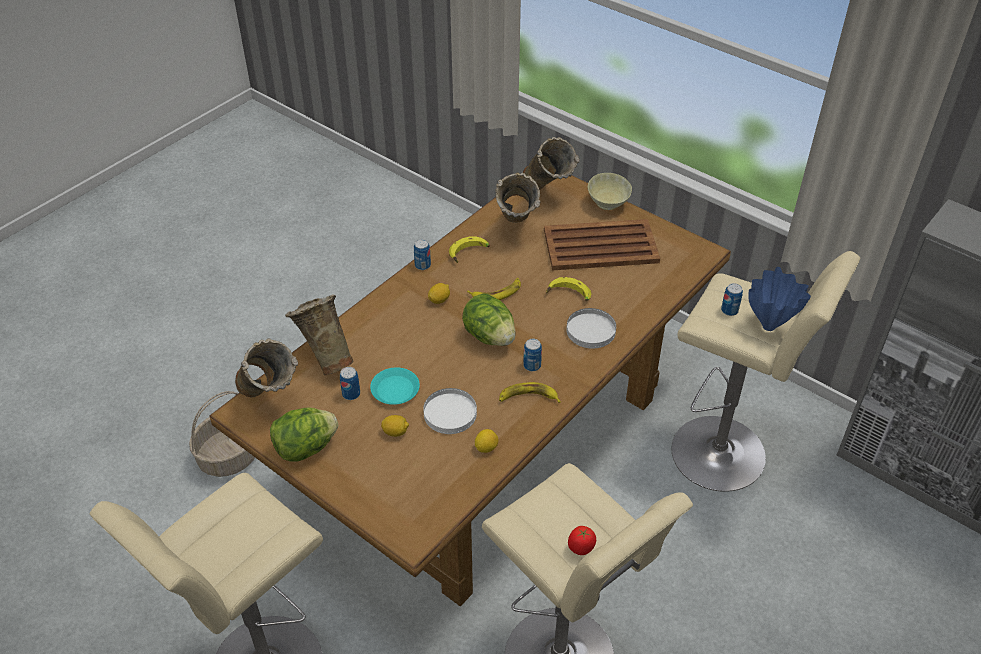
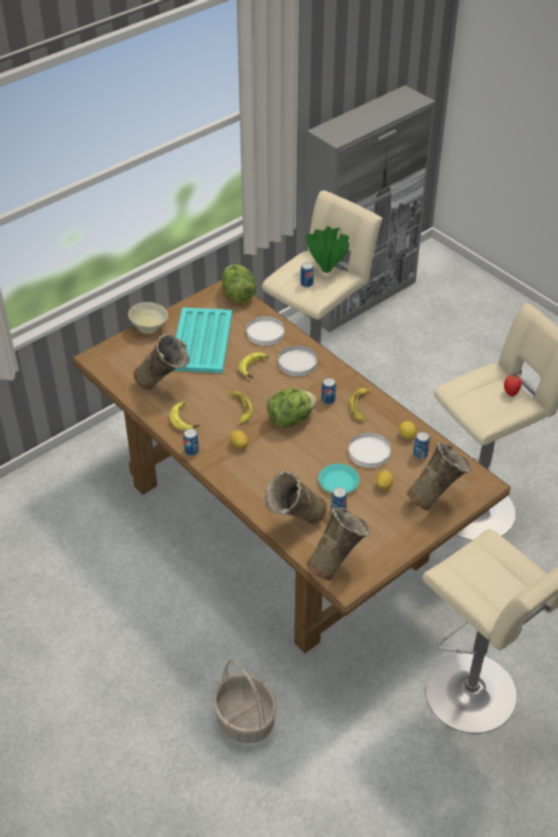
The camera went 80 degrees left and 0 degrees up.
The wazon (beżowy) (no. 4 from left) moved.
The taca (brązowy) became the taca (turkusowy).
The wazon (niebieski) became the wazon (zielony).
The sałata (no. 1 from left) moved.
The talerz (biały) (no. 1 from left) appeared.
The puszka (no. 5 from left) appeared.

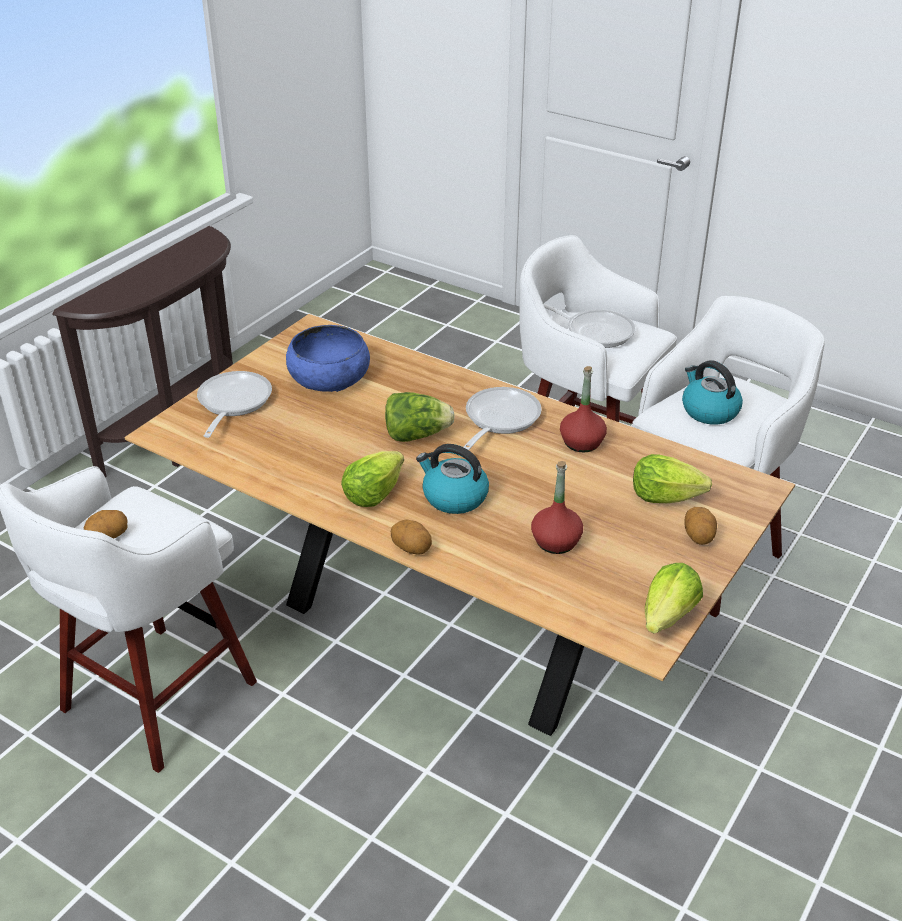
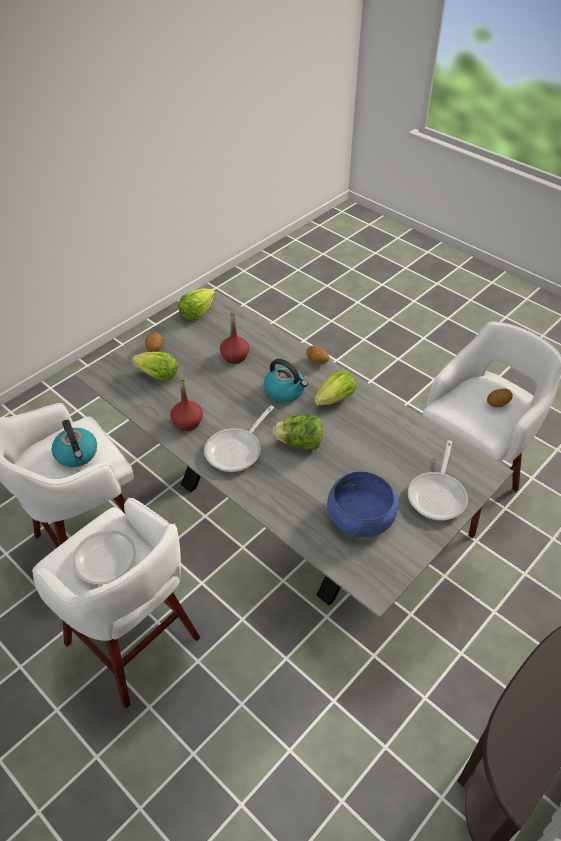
The camera went 170 degrees left and 10 degrees up.
The stół jadalny (brązowy) became the stół jadalny (szary).

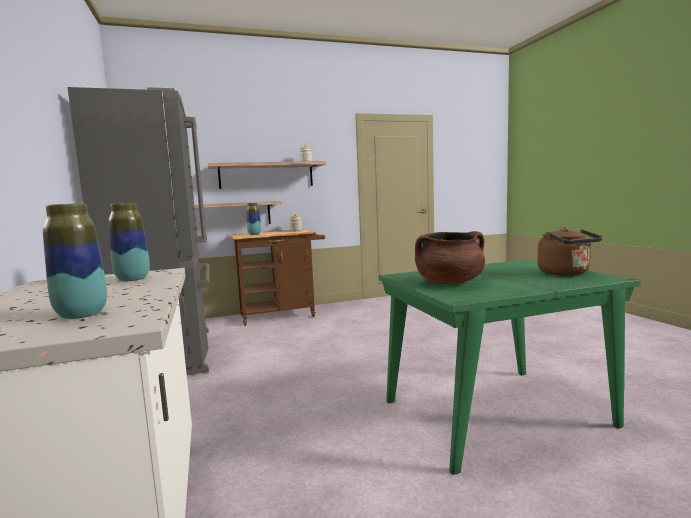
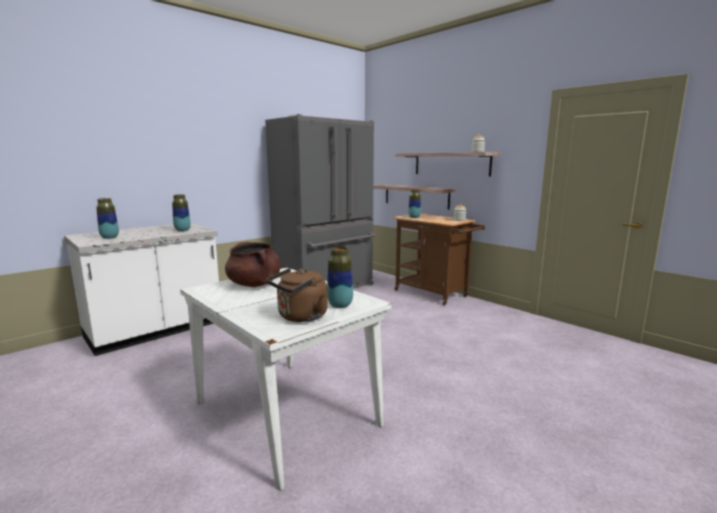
The camera went 65 degrees right and 5 degrees up.
The stół jadalny (zielony) became the stół jadalny (biały).
The wazon (no. 3 from left) appeared.

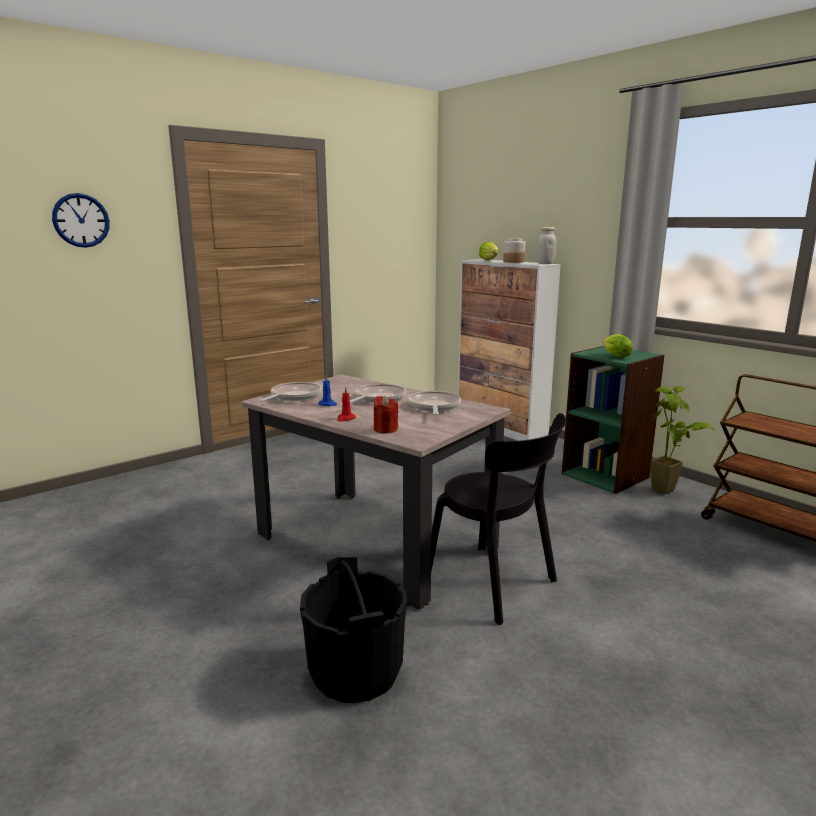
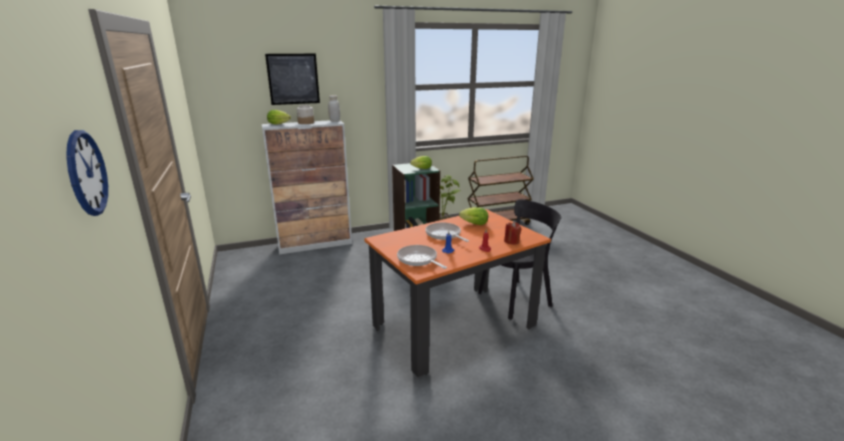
The camera went 70 degrees left and 5 degrees up.
The stół jadalny (beżowy) became the stół jadalny (pomarańczowy).
The patelnia (no. 3 from left) was replaced by the sałata (no. 3 from left).
The wiadro (czarny) disappeared.
The obraz appeared.

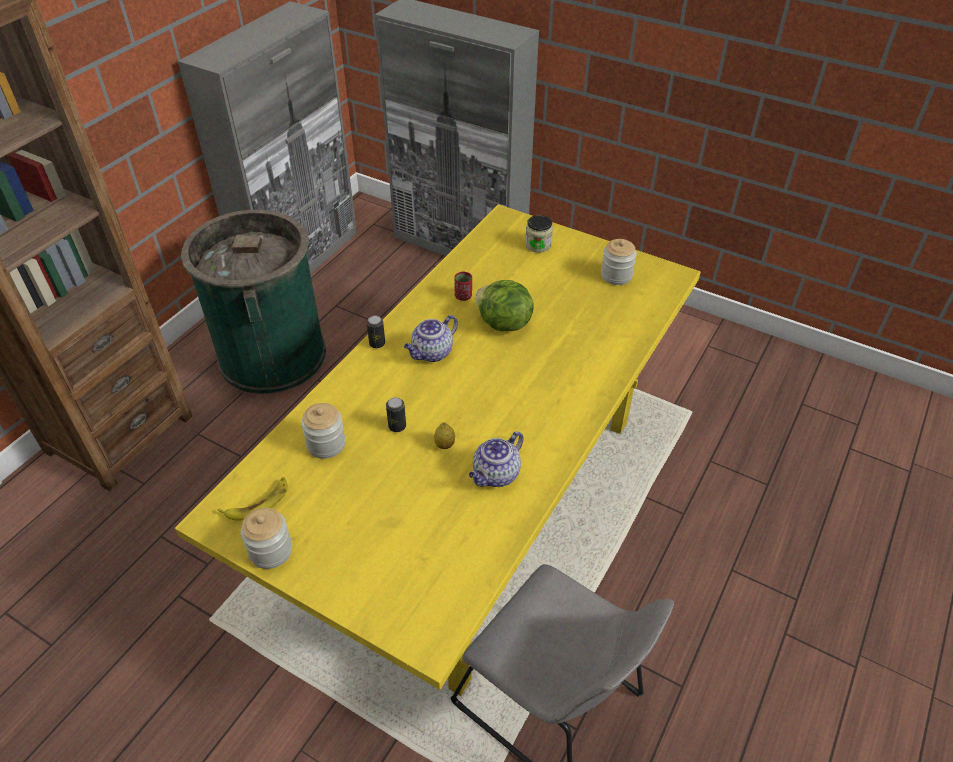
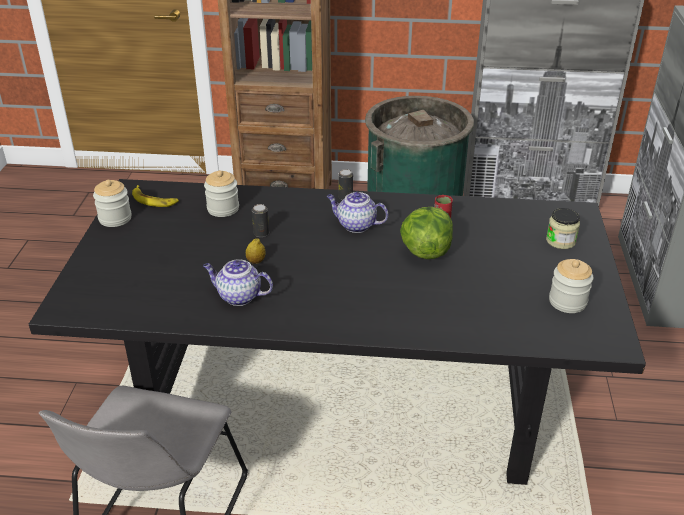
The camera went 65 degrees right and 10 degrees down.
The stół jadalny (żółty) became the stół jadalny (czarny).

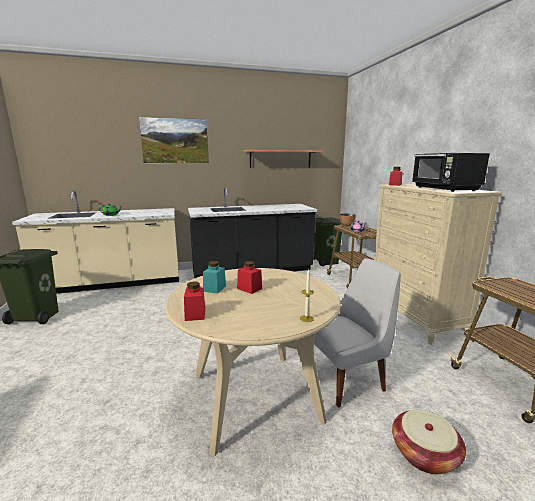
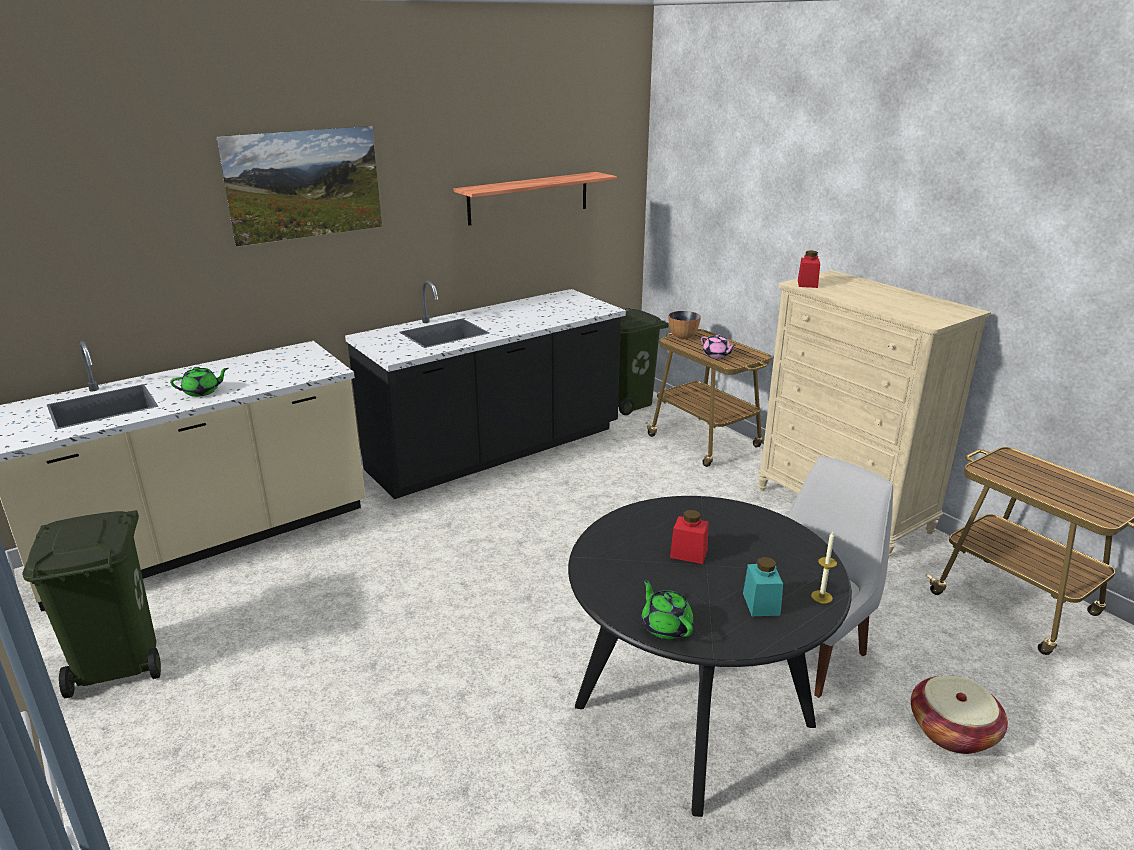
The camera went 20 degrees left and 10 degrees up.
The mikrofalówka (czarny) disappeared.
The słoik (turkusowy) moved.
The stół jadalny (beżowy) became the stół jadalny (czarny).
The słoik (czerwony) (no. 1 from left) was replaced by the imbryk (zielony) (no. 2 from left).

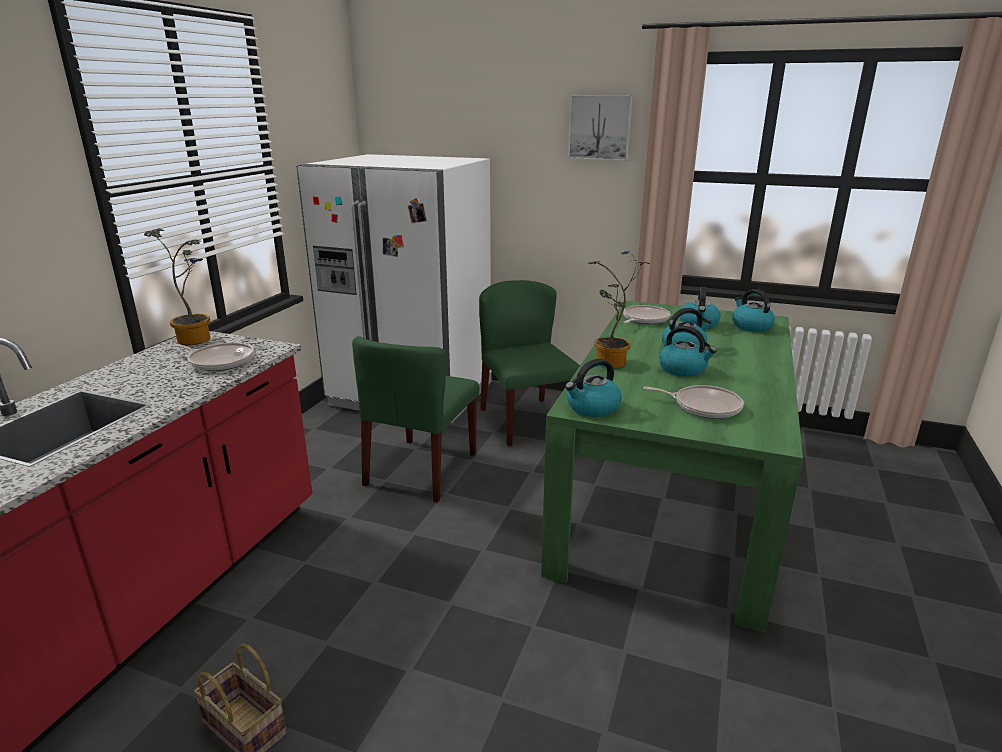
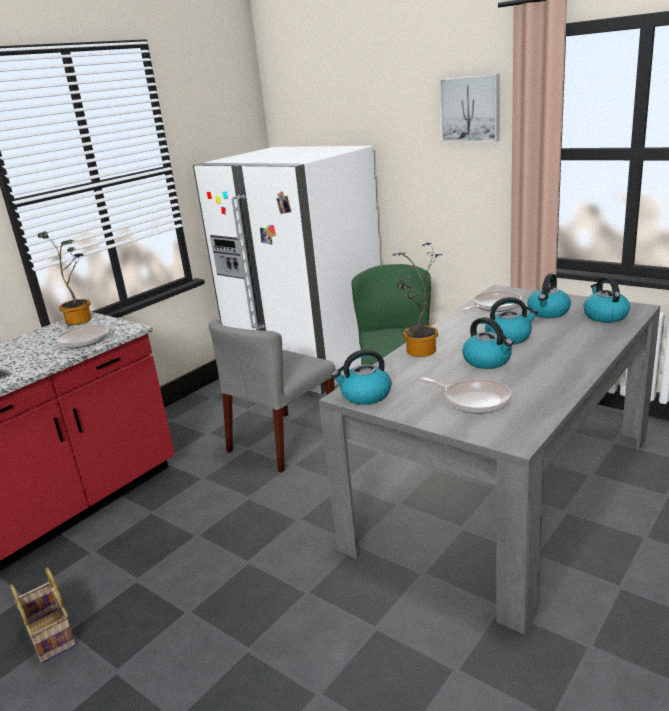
The camera went 20 degrees right and 0 degrees up.
The stół jadalny (zielony) became the stół jadalny (szary).
The krzesło (zielony) (no. 1 from left) became the krzesło (szary).

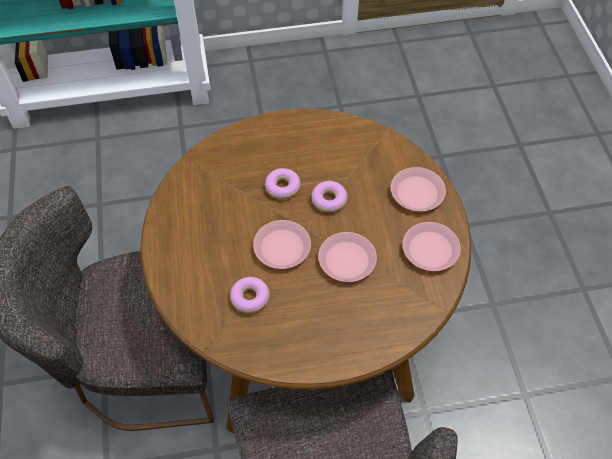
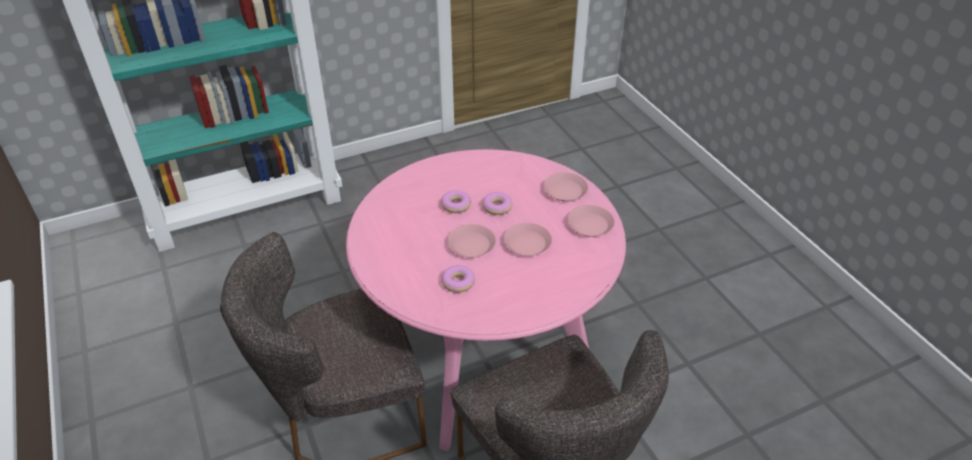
The camera went 15 degrees left and 15 degrees down.
The stół jadalny (brązowy) became the stół jadalny (różowy).

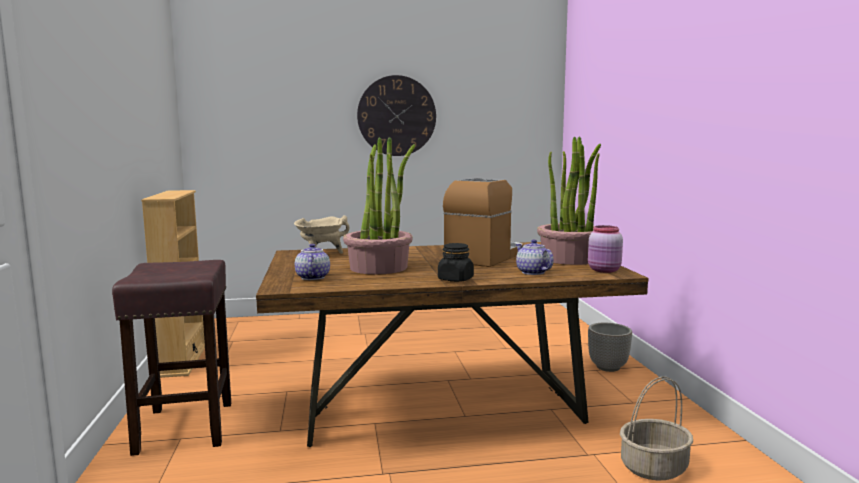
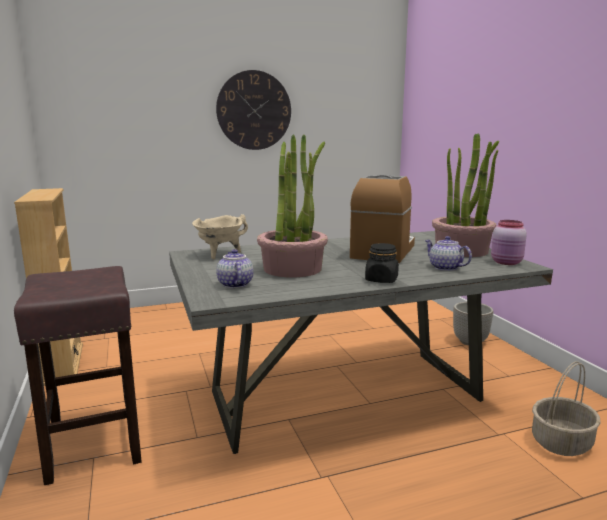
The camera went 10 degrees left and 5 degrees up.
The stół jadalny (brązowy) became the stół jadalny (szary).

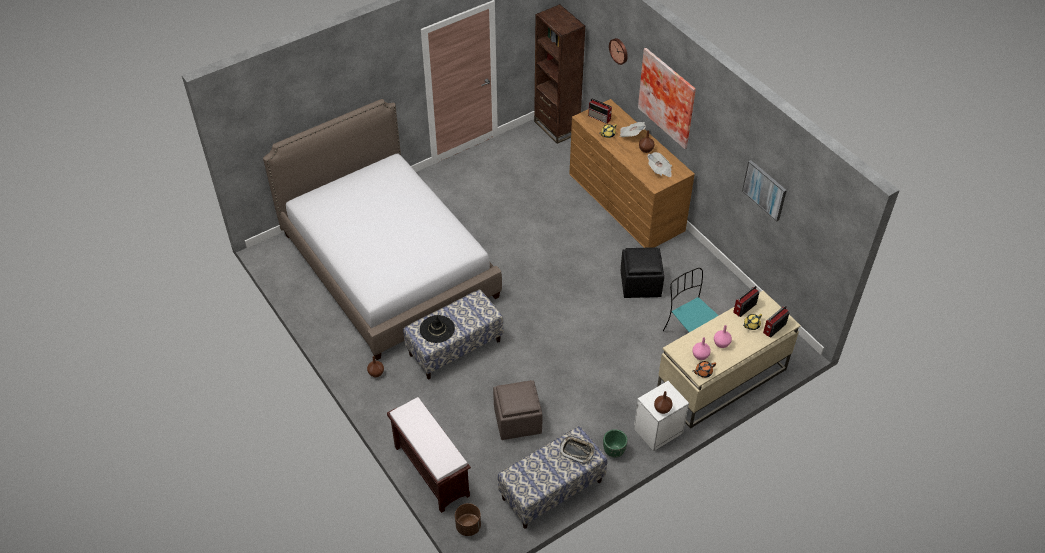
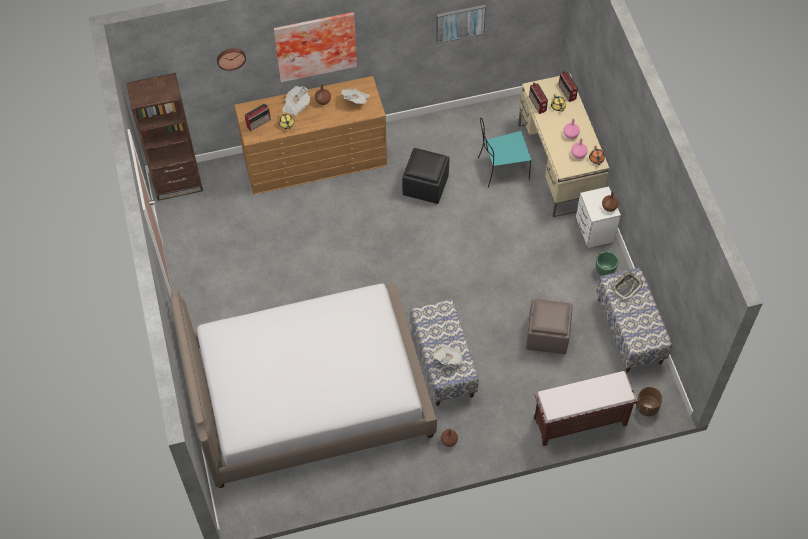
The camera went 70 degrees left and 10 degrees up.
The kapelusz (czarny) was replaced by the gazeta (no. 3 from left).

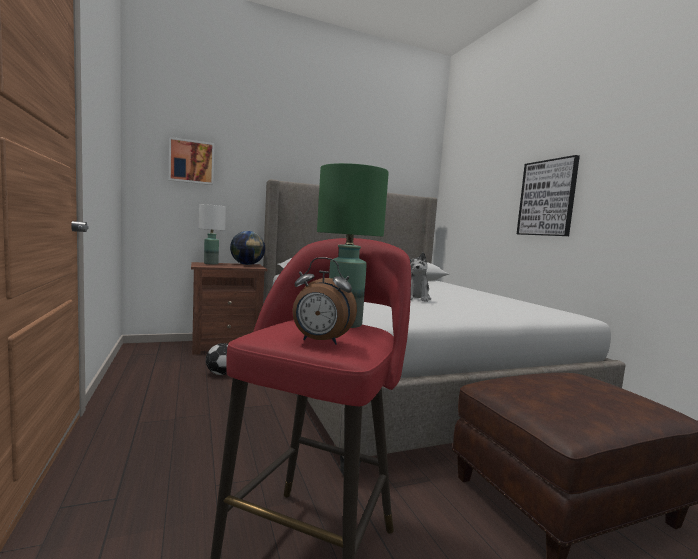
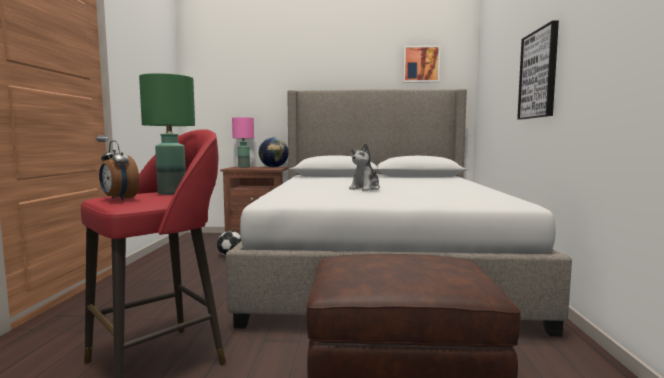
The camera went 25 degrees right and 0 degrees up.
The obraz (no. 1 from left) moved.
The lampa stołowa (biały) became the lampa stołowa (różowy).

